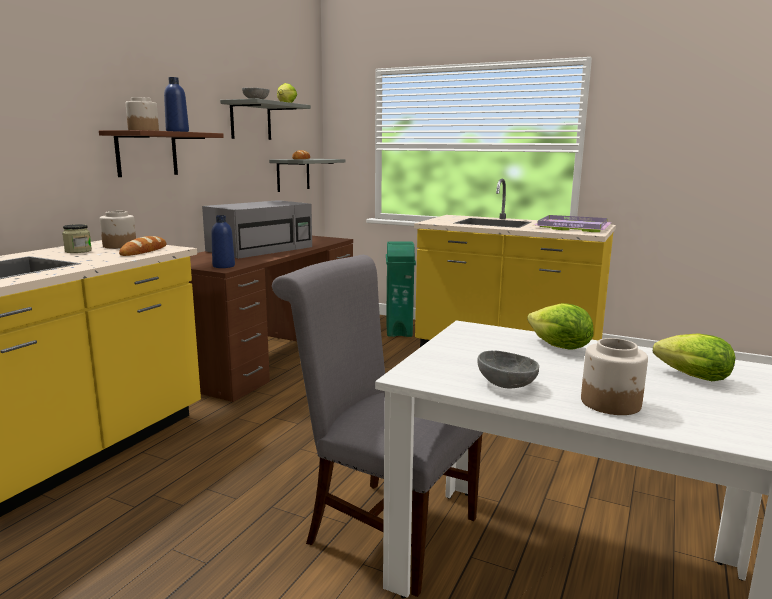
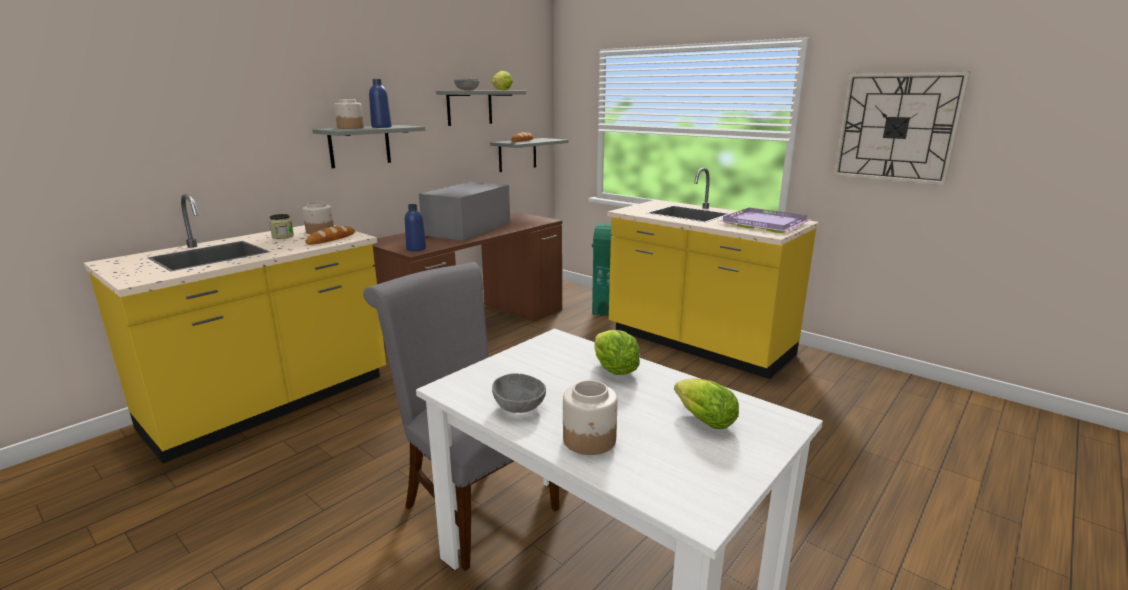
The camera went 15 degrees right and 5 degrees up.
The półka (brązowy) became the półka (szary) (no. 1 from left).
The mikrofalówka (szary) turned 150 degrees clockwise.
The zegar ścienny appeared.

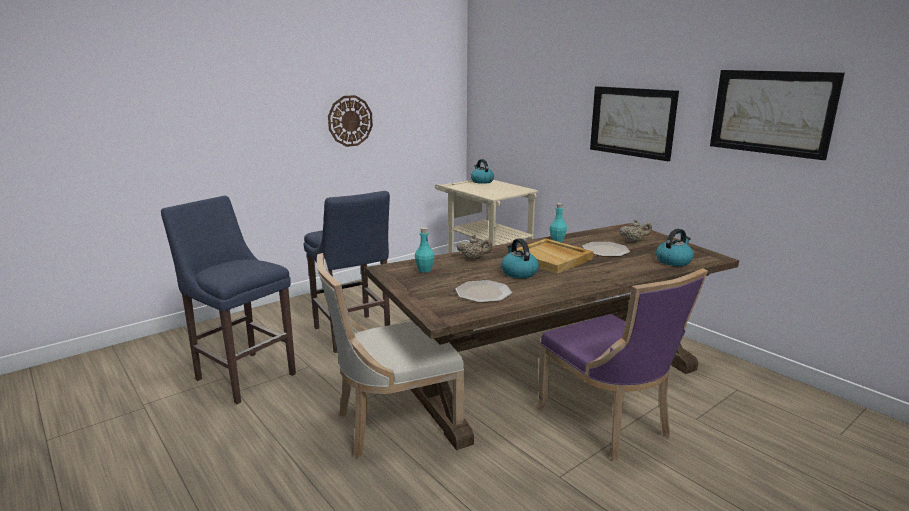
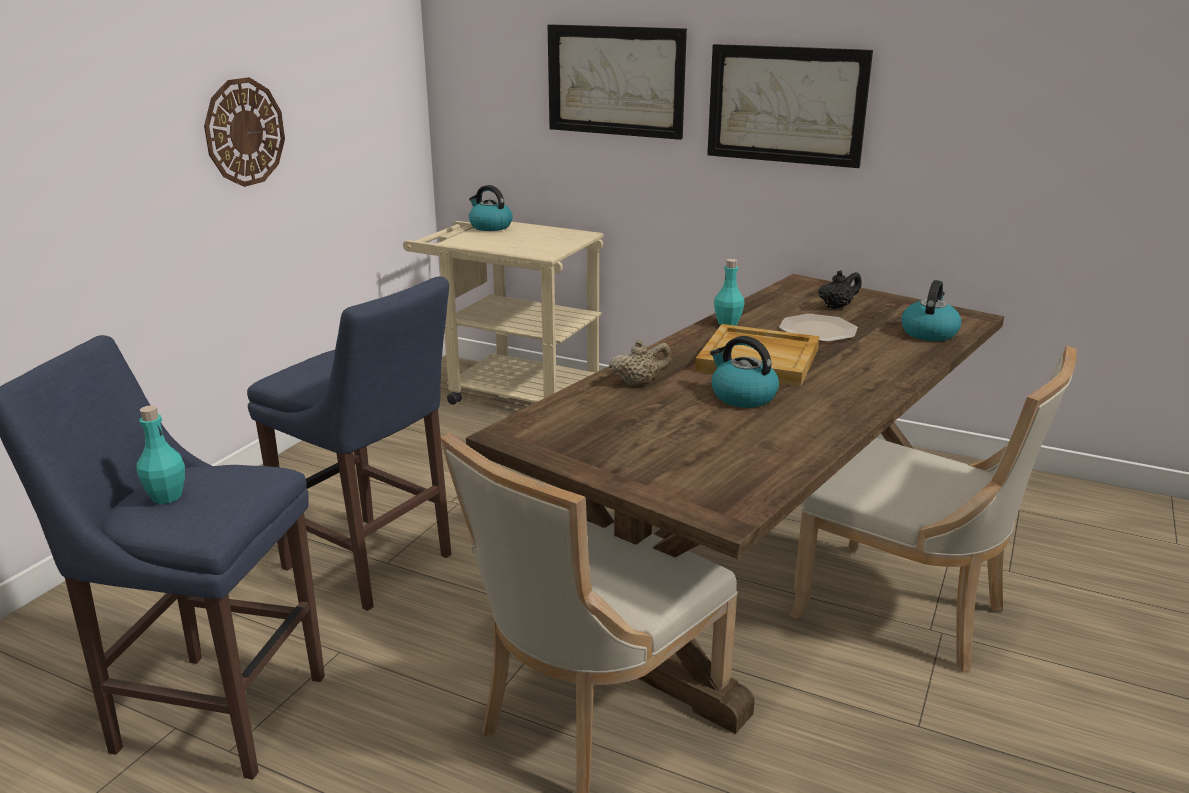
The camera went 25 degrees left and 5 degrees up.
The obraz (no. 2 from left in the first image) moved.
The imbryk (beżowy) (no. 2 from left) became the imbryk (czarny).
The butelka (turkusowy) (no. 1 from left) moved.
The krzesło (fioletowy) became the krzesło (beżowy) (no. 2 from left).
The talerz (no. 1 from left) disappeared.

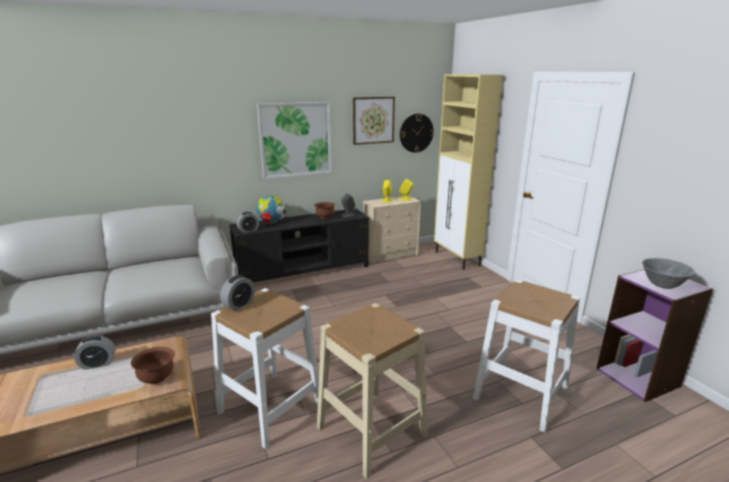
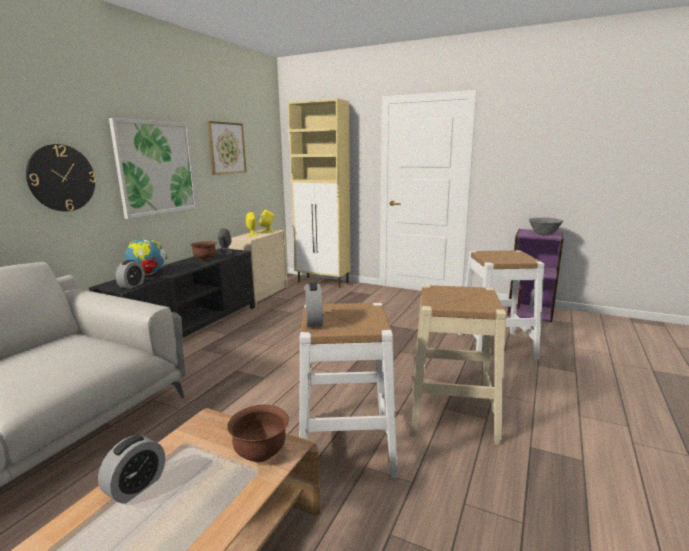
The camera went 40 degrees left and 5 degrees down.
The zegar ścienny moved.

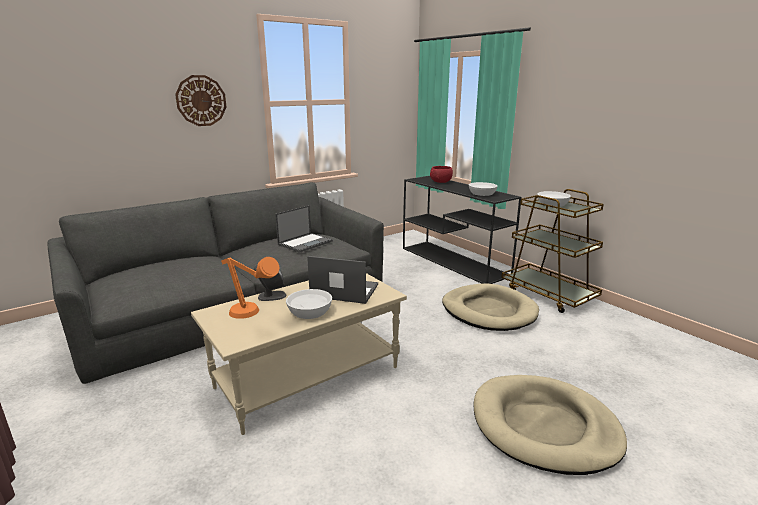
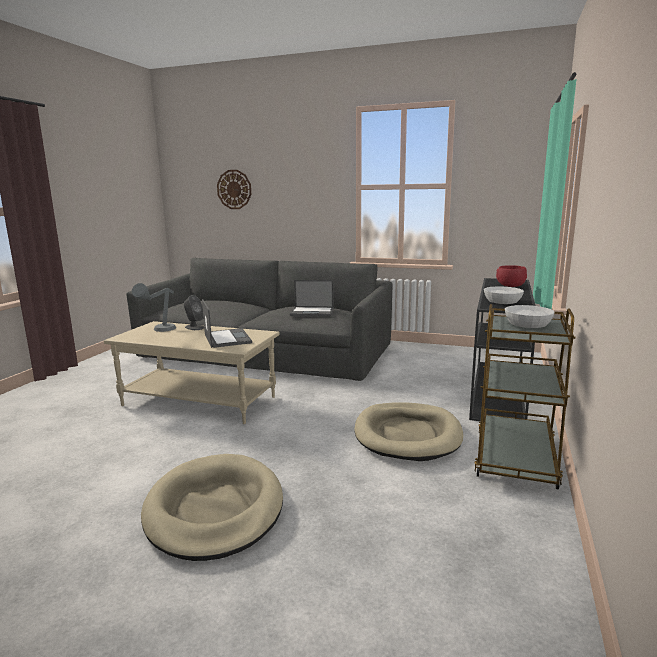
The camera went 55 degrees right and 5 degrees down.
The zegar ścienny moved.
The lampa stołowa (pomarańczowy) became the lampa stołowa (szary).
The miska (biały) (no. 1 from left) disappeared.

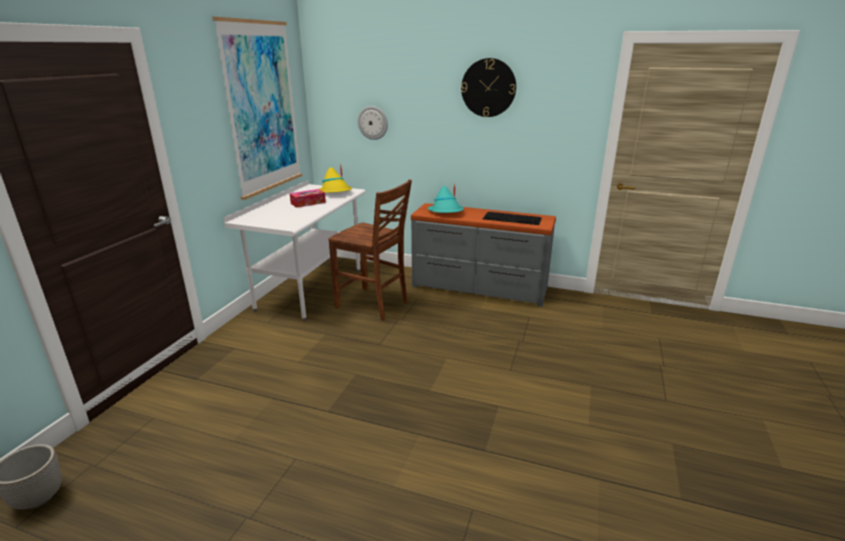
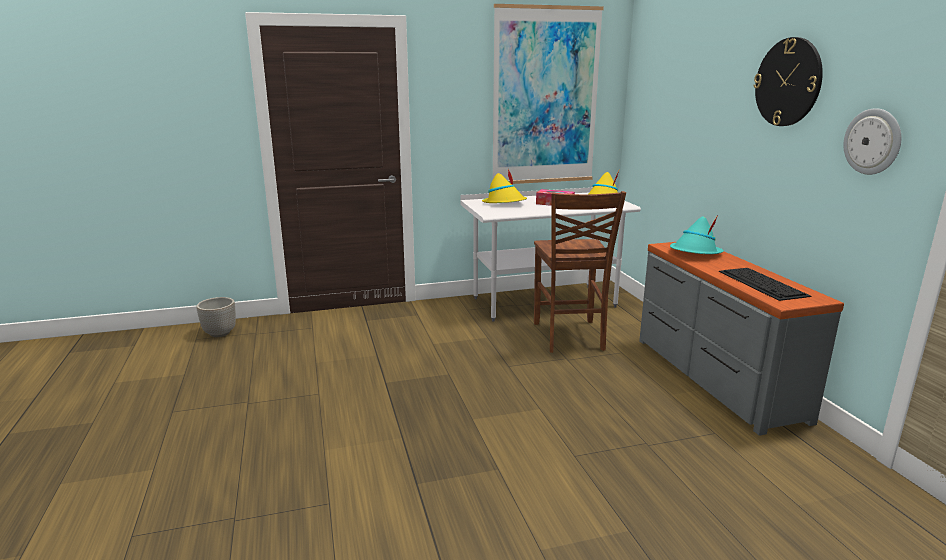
The camera went 55 degrees right and 5 degrees down.
The zegar ścienny (no. 1 from left in the first image) moved.
The kapelusz (żółty) (no. 1 from left) appeared.

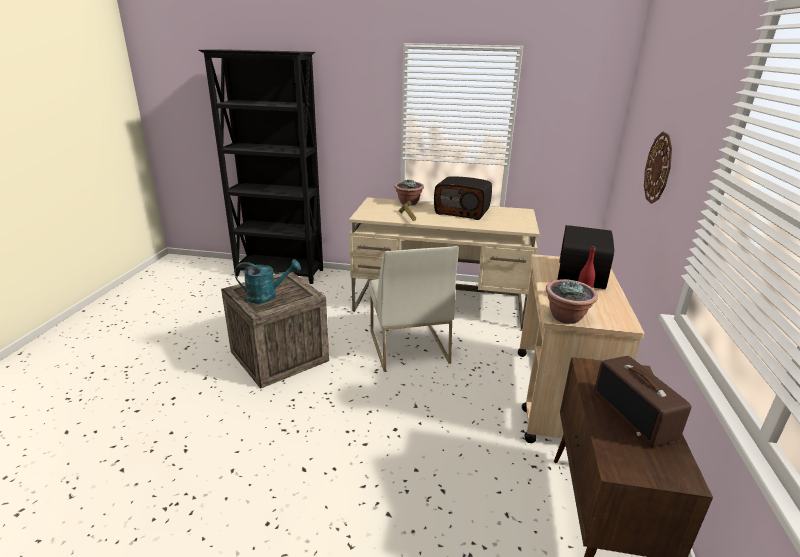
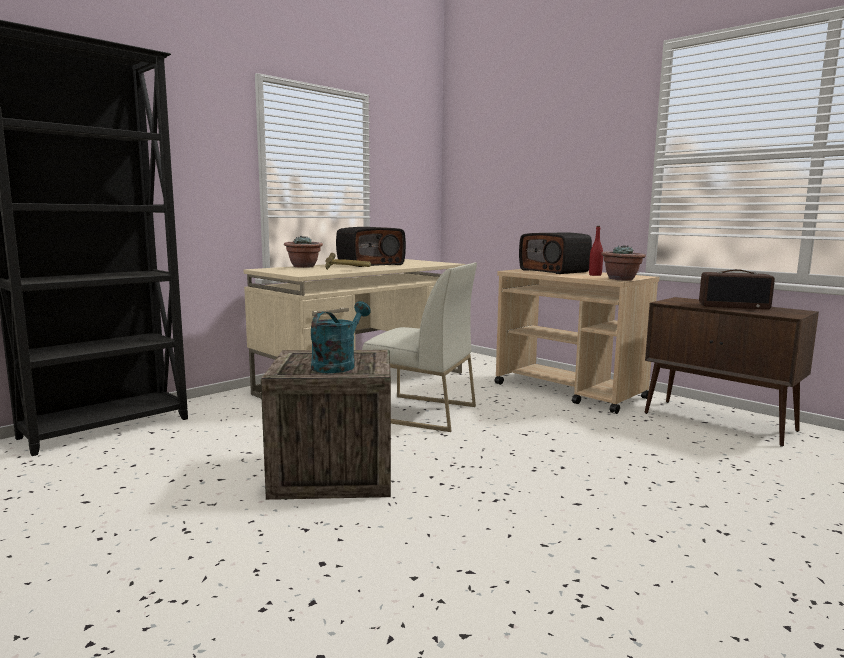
The camera went 55 degrees left and 15 degrees down.
The zegar ścienny disappeared.

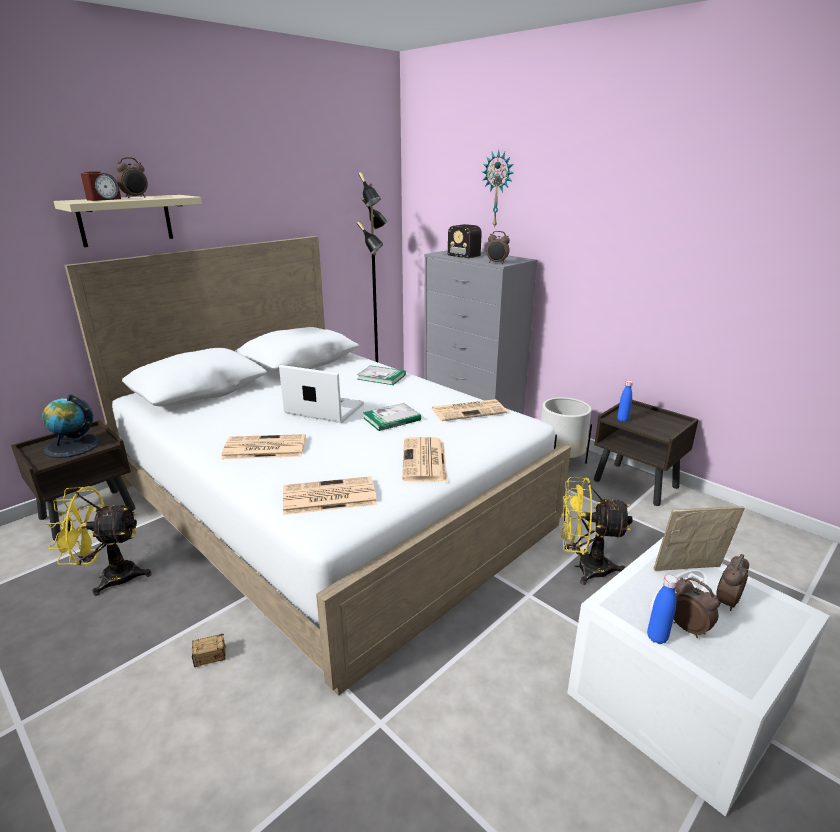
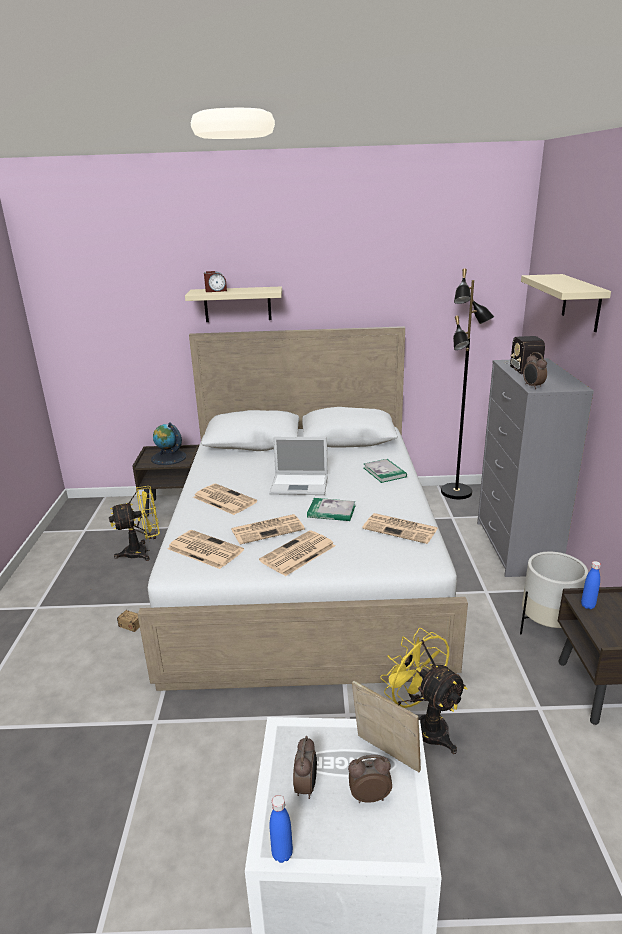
The camera went 45 degrees right and 0 degrees up.
The zegar ścienny was replaced by the półka (beżowy) (no. 2 from left).
The budzik (no. 2 from left) disappeared.
The laptop turned 120 degrees clockwise.
The wentylator (żółty) (no. 1 from left) turned 120 degrees clockwise.
The butelka (niebieski) (no. 2 from left in the first image) moved.
The gazeta (no. 3 from left) appeared.

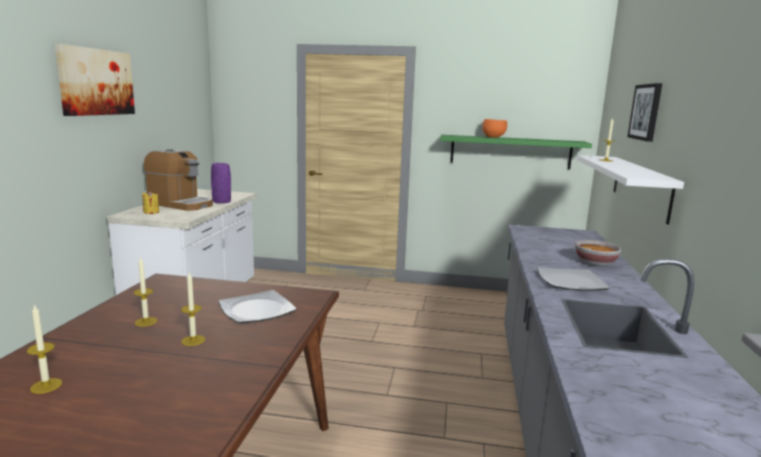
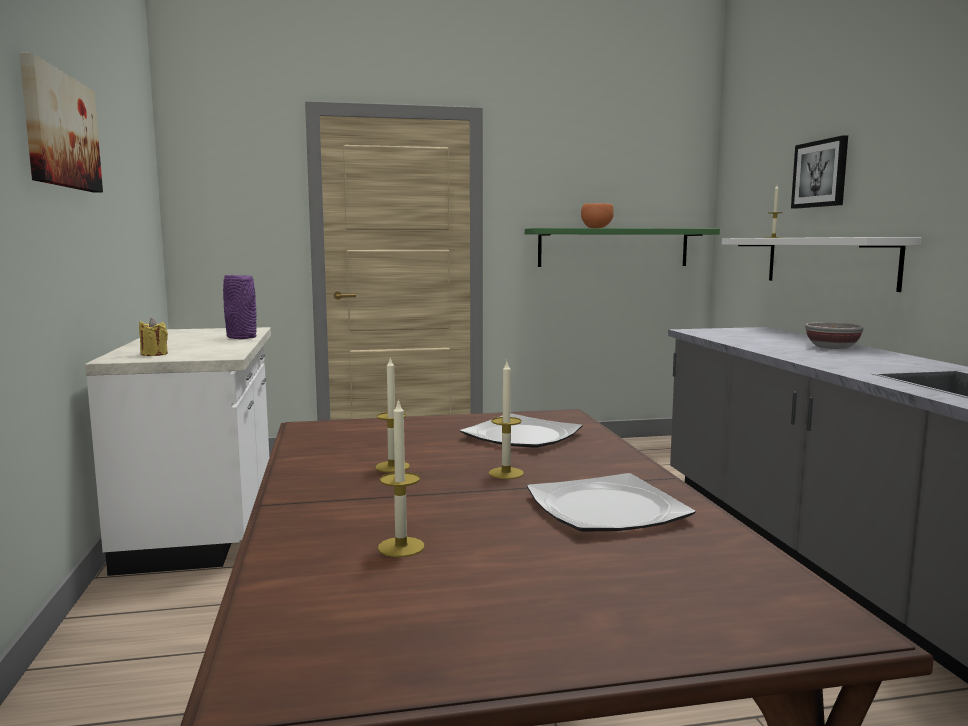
The camera went 20 degrees left and 5 degrees down.
The ekspres do kawy disappeared.
The talerz (no. 2 from left) moved.

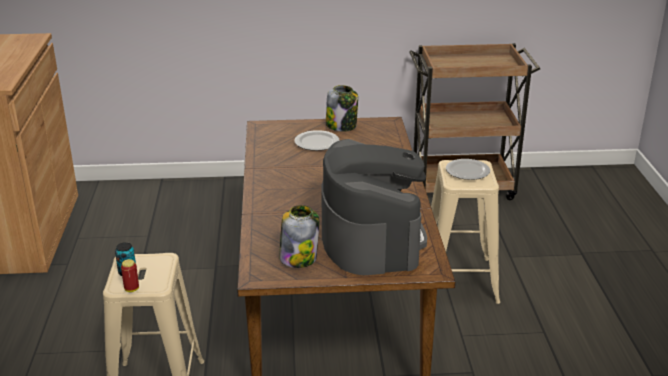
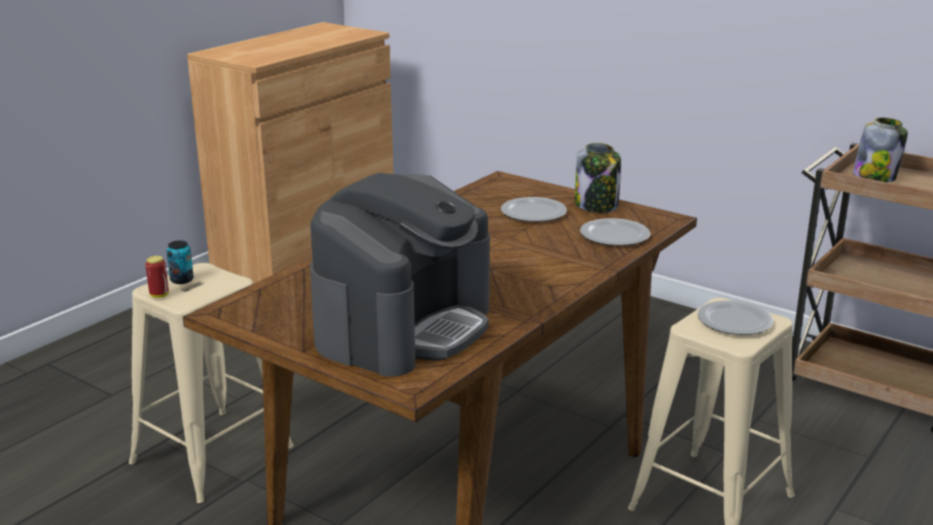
The camera went 40 degrees right and 5 degrees down.
The słoik (no. 1 from left in the first image) moved.
The talerz (no. 2 from left) appeared.

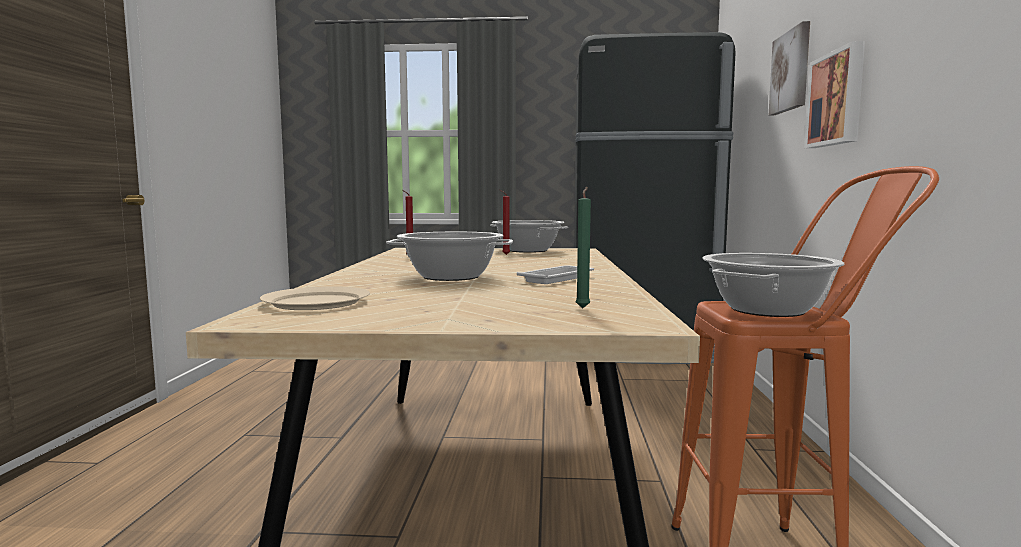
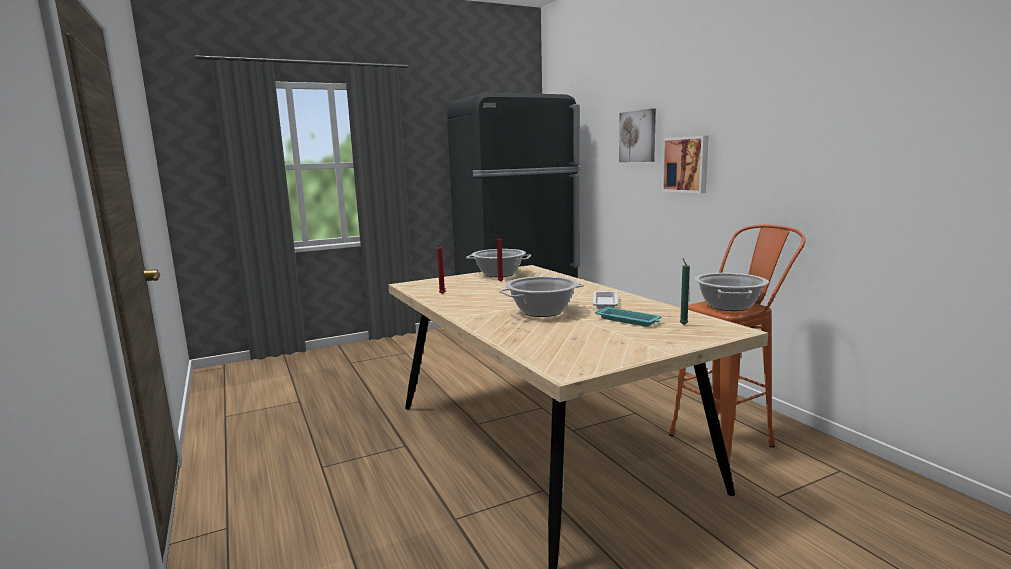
The camera went 30 degrees left and 5 degrees up.
The talerz (beżowy) disappeared.
The taca (turkusowy) appeared.

